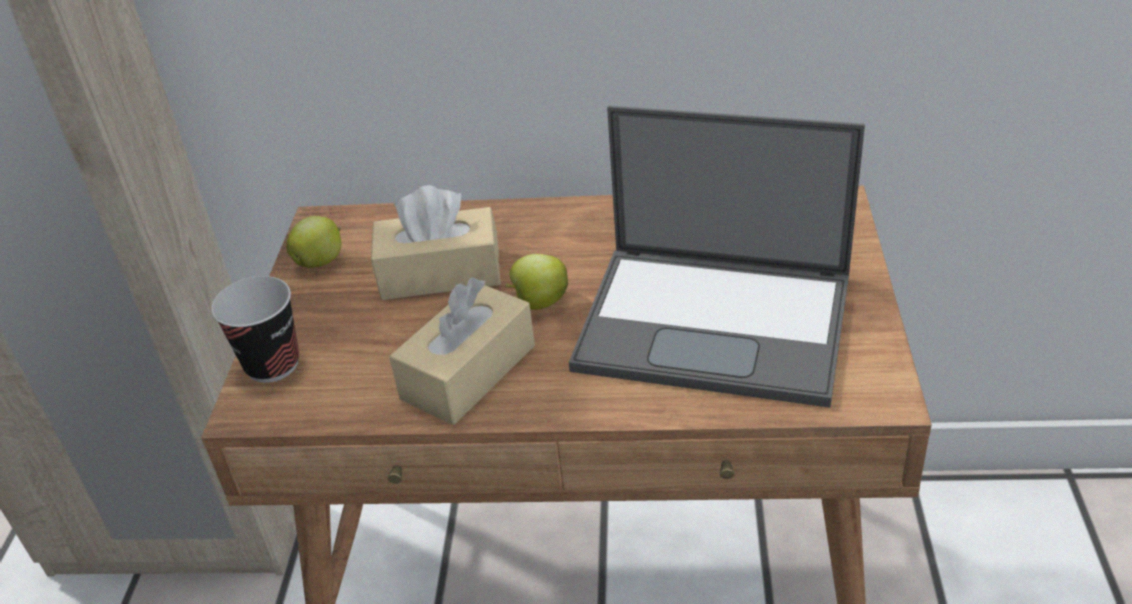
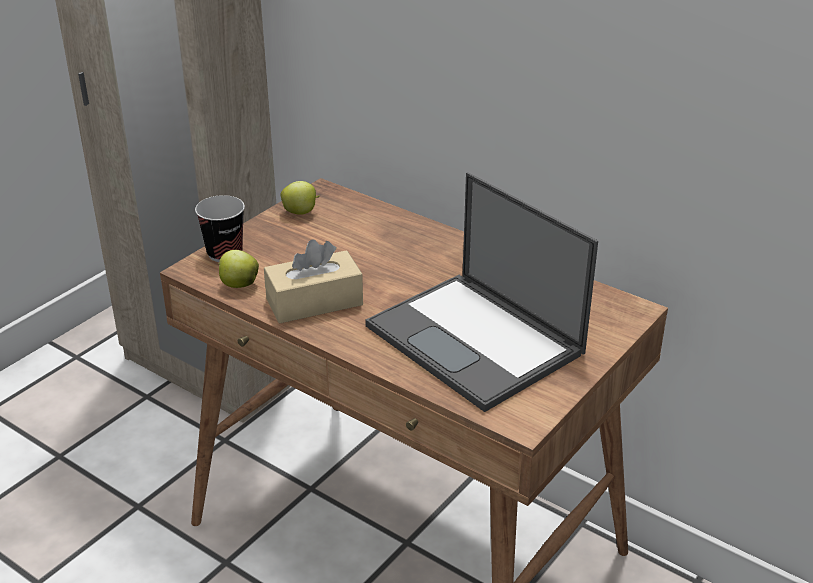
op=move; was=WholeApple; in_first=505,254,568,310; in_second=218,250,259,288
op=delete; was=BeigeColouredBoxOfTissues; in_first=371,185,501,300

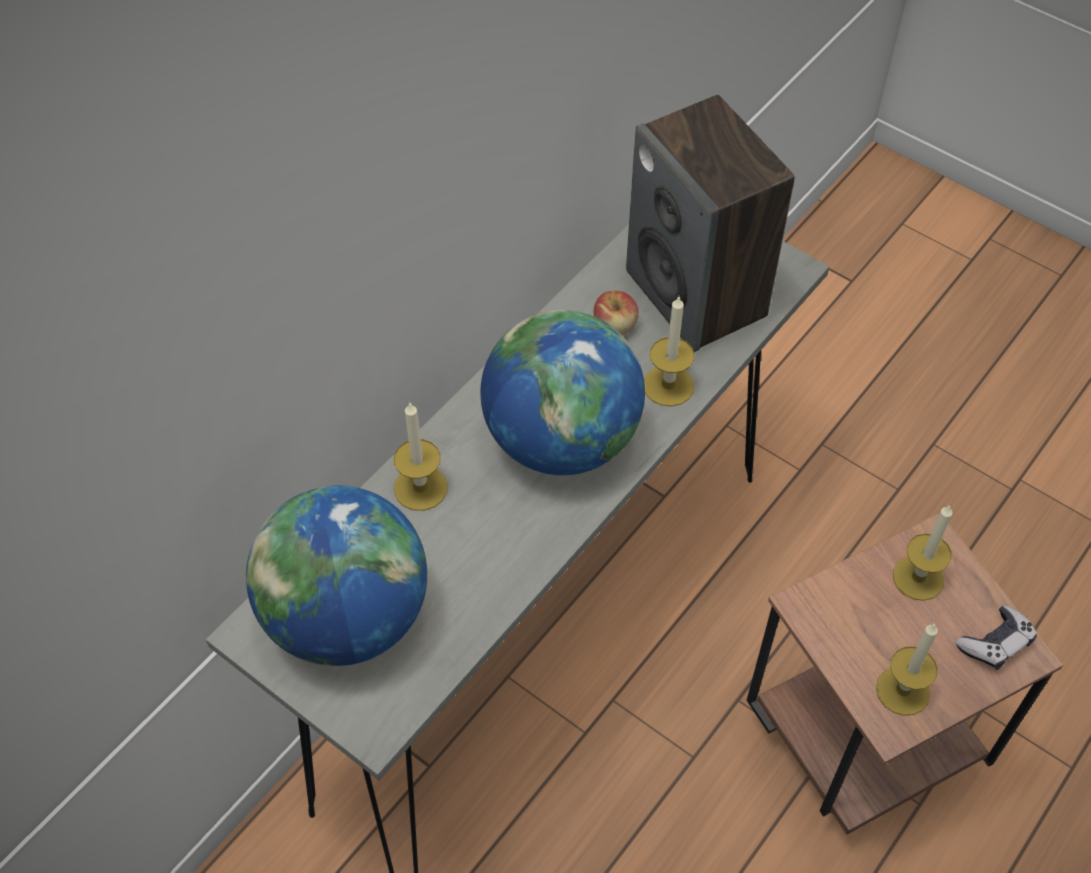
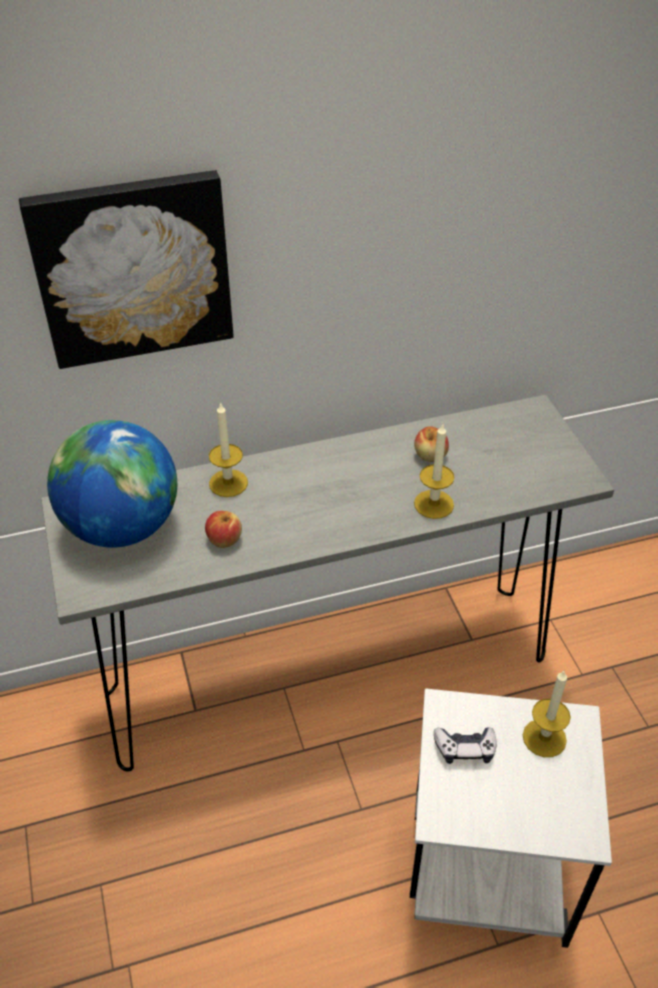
op=insert; now=WallPicture; in_second=19,170,234,369
op=insert; now=WholeApple; in_second=205,511,242,548
op=recolor; was=BrownColouredAccentTable; now=WhiteAccentTable; in_first=747,513,1063,834; in_second=410,689,612,948
op=move; was=Joypad; in_first=956,605,1037,670; in_second=434,727,497,764
op=delete; was=WorldGlobe; in_first=480,310,645,475
op=delete; was=AudioSpeaker; in_first=626,95,795,352
op=delete; was=WaxCandle; in_first=876,623,938,716

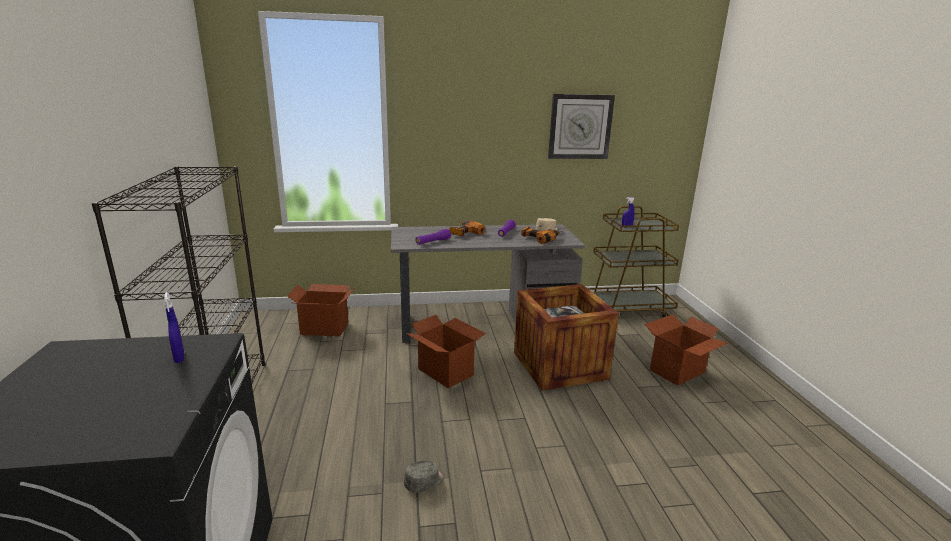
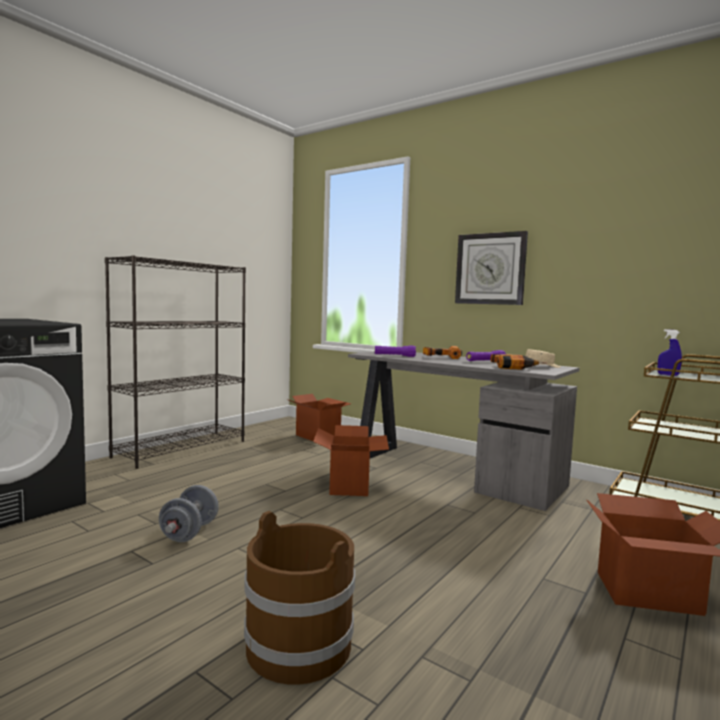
op=replace; was=GrayBaseballCap; now=GrayDumbbell; in_first=404,461,445,493; in_second=159,485,219,542
op=insert; now=BrownColouredWaterBucket; in_second=244,511,355,685
op=move; was=ClockOnTheWall; in_first=548,94,615,159; in_second=455,231,528,305
op=delete; was=BlueSprayBottle; in_first=164,292,184,363
op=delete; was=Crate; in_first=514,284,619,391

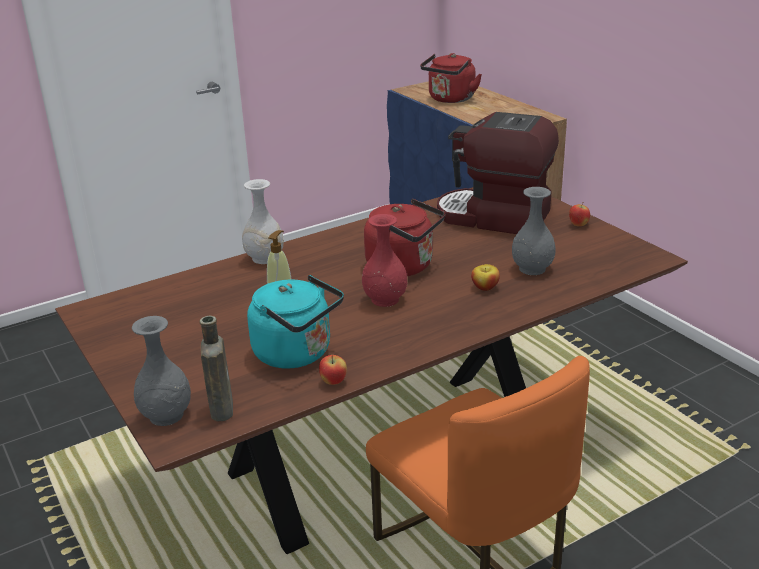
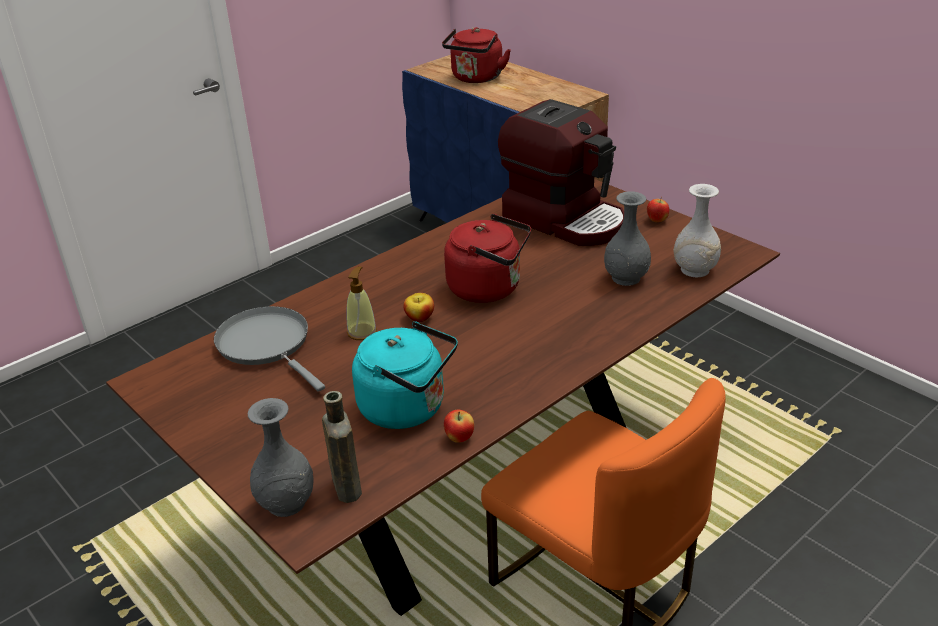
op=insert; now=GrayFryingPan; in_second=214,306,325,392
op=move; was=WholeApple; in_first=471,264,500,291; in_second=403,293,434,322
op=rotate; was=CoffeeBrewer; in_first=437,112,559,234; in_second=498,99,624,246; clockwise=-150
op=move; was=WhiteDecorativeVase; in_first=242,179,284,264; in_second=674,184,721,277
op=delete; was=RedColouredDecorativeVase; in_first=362,214,407,307

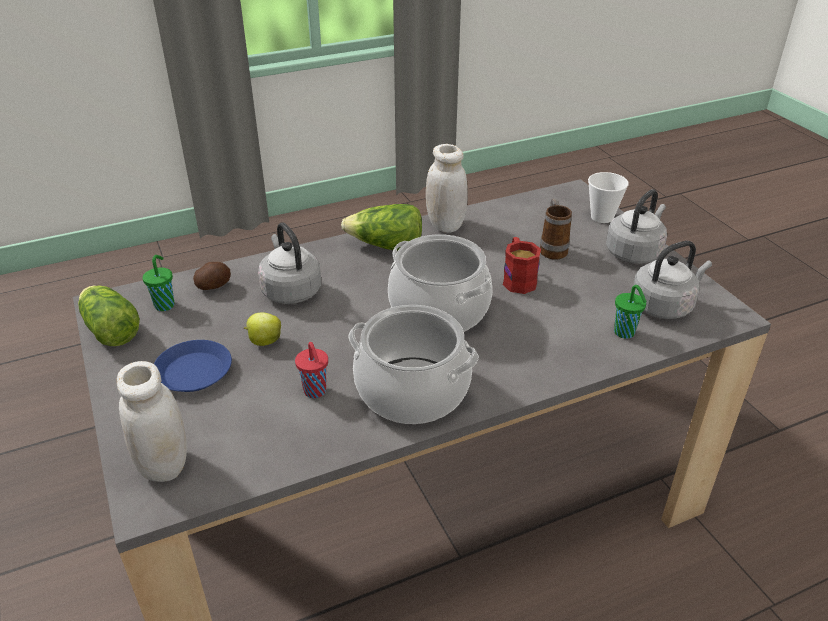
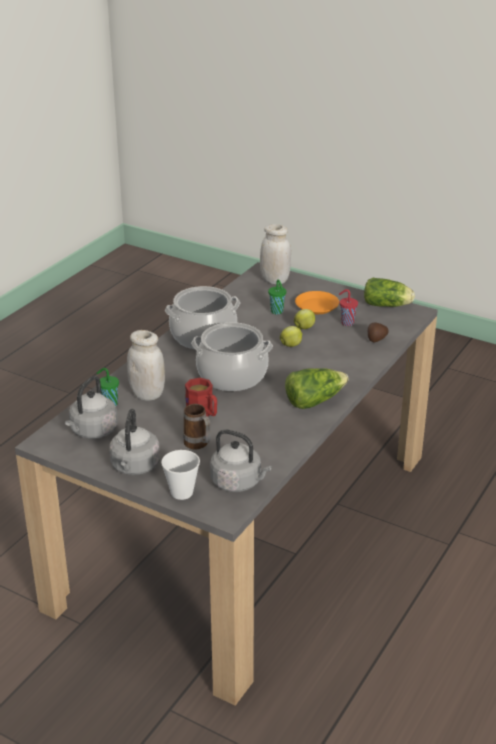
op=move; was=WhiteStorageJar; in_first=426,144,468,232; in_second=127,330,165,401
op=move; was=GrayKettle; in_first=258,222,321,304; in_second=210,429,271,492
op=move; was=GreenColouredDrinkingCup; in_first=143,255,175,311; in_second=268,280,286,314
op=insert; now=WholeApple; in_second=280,326,303,347
op=recolor; was=BlueFlatDish; now=OrangeColouredFlatDish; in_first=154,340,232,392; in_second=295,291,339,314
op=move; was=RedColouredDrinkingCup; in_first=295,342,328,398; in_second=339,289,358,326

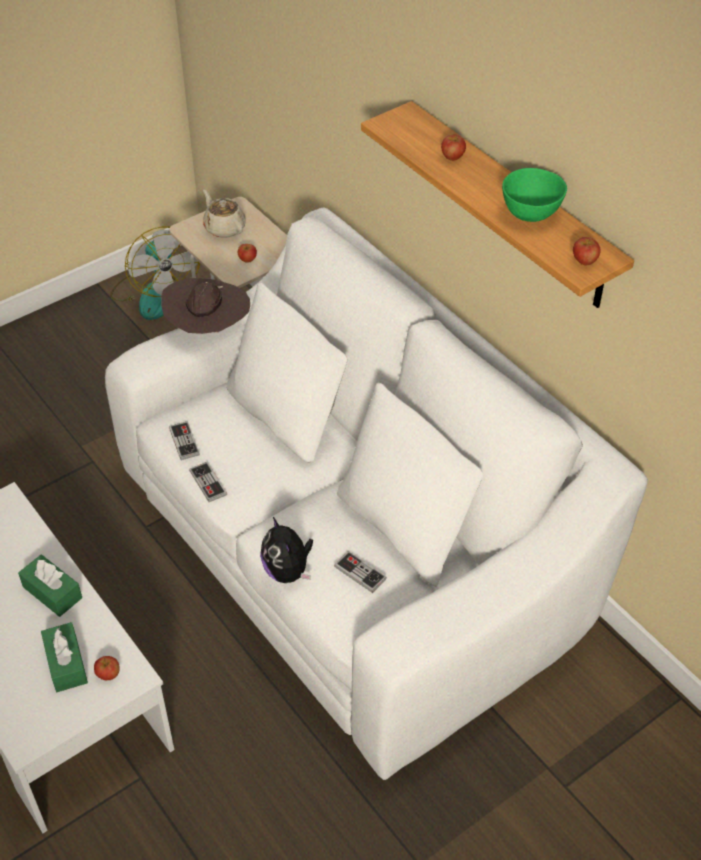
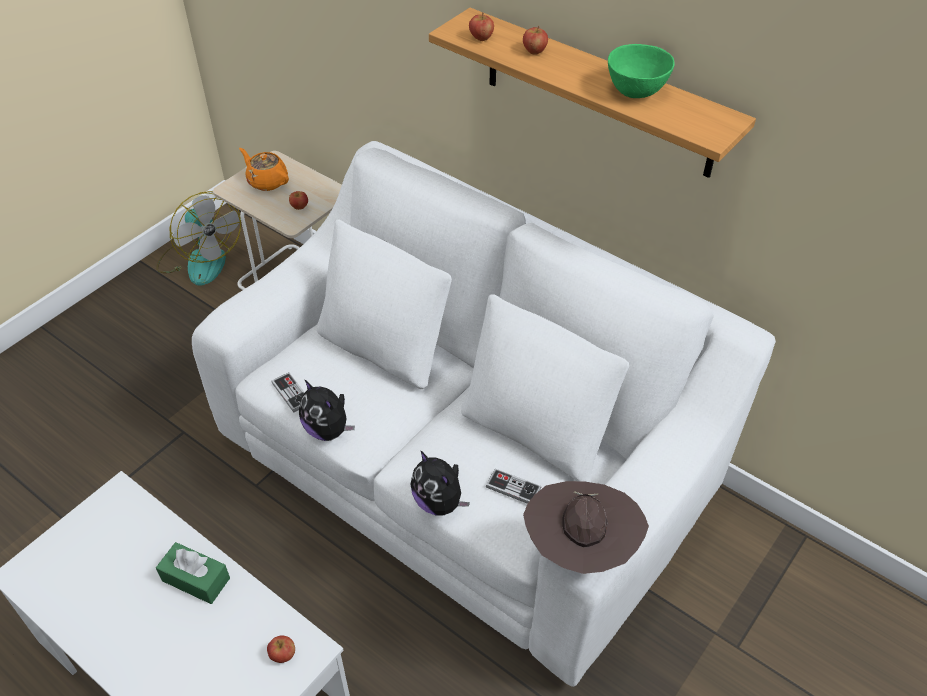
op=recolor; was=BeigeColouredTeapot; now=OrangeColouredTeapot; in_first=203,190,246,238; in_second=239,148,289,191
op=replace; was=Joypad; now=SoftToy; in_first=189,462,227,502; in_second=299,380,355,441
op=move; was=WholeApple; in_first=573,237,601,265; in_second=469,12,494,41
op=move; was=BrownColouredClothingHat; in_first=161,278,250,334; in_second=523,481,649,574
op=delete; was=GreenColouredBoxOfTissues; in_first=41,622,88,692

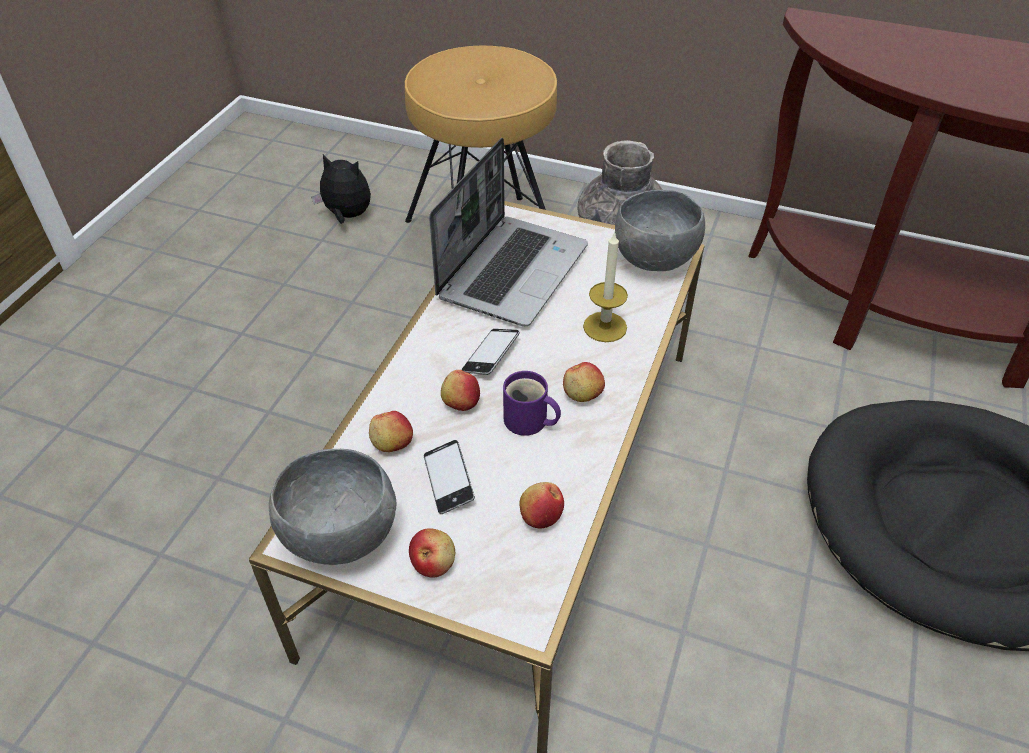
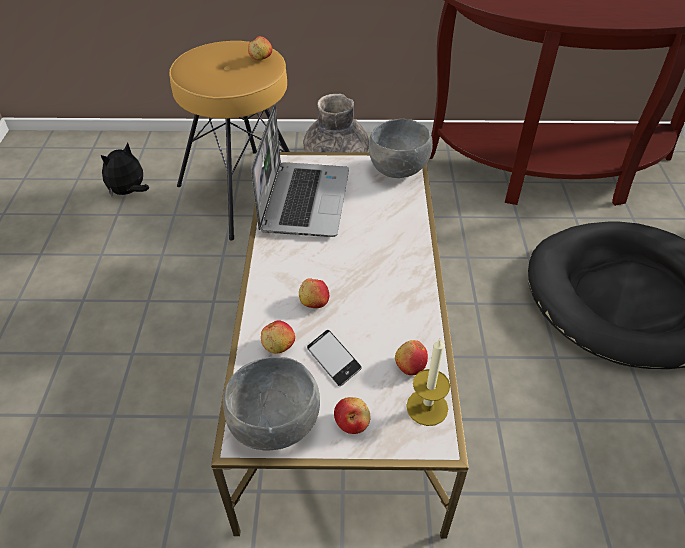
op=rotate; was=SoftToy; in_first=311,154,371,224; in_second=101,142,149,196; clockwise=-45
op=move; was=WholeApple; in_first=563,362,605,402; in_second=248,36,272,60
op=move; was=WaxCandle; in_first=583,232,628,342; in_second=406,339,450,426
op=delete; was=Telephone; in_first=462,329,520,375
op=delete; was=PurpleColouredMug; in_first=503,371,561,436

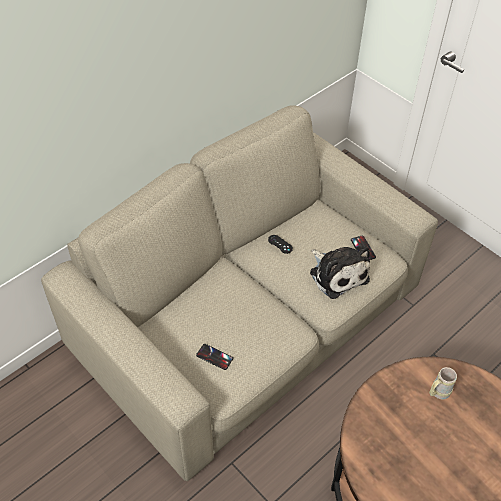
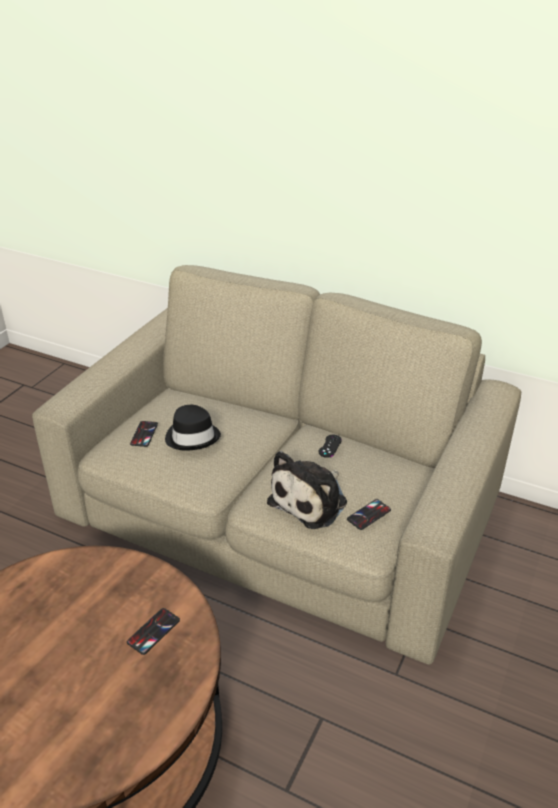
op=replace; was=BeigeColouredMug; now=Telephone; in_first=429,367,457,400; in_second=127,608,180,655
op=insert; now=BlackClothingHat; in_second=165,405,221,451

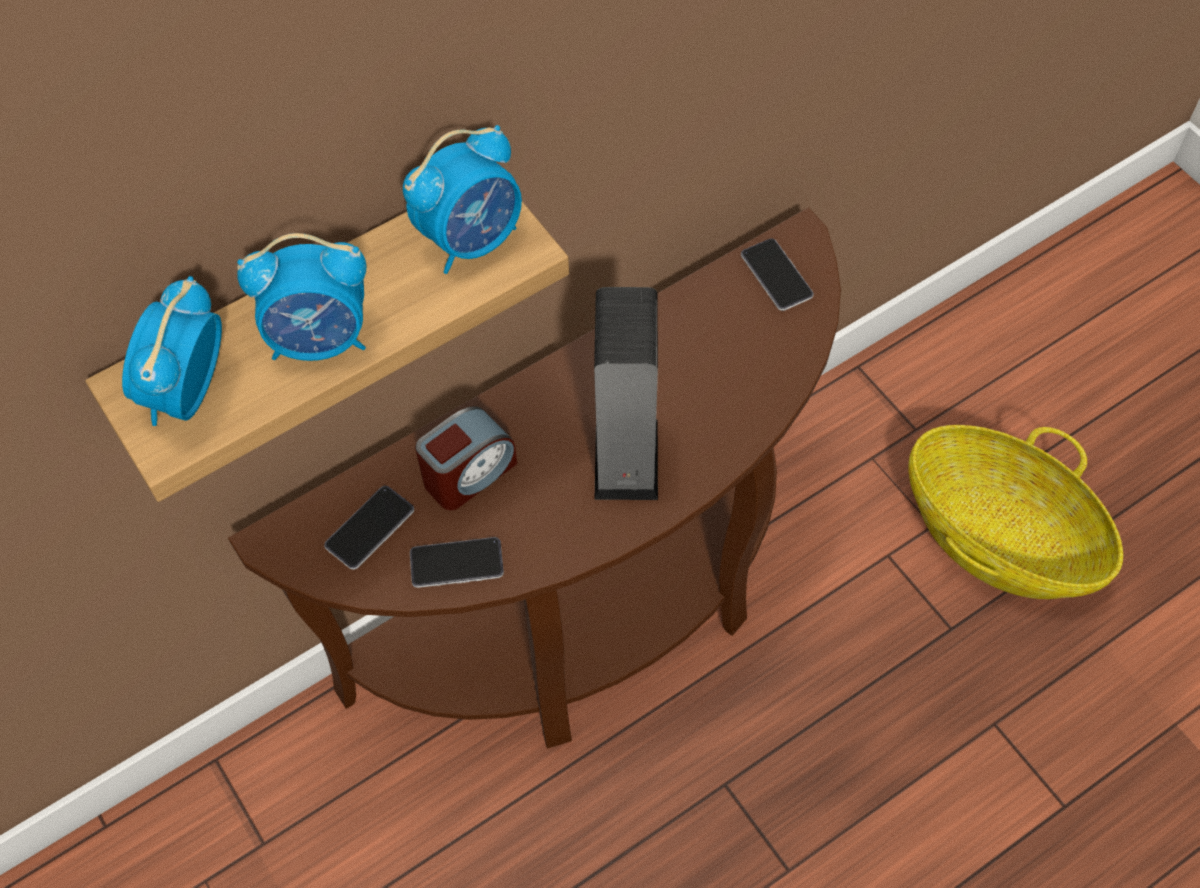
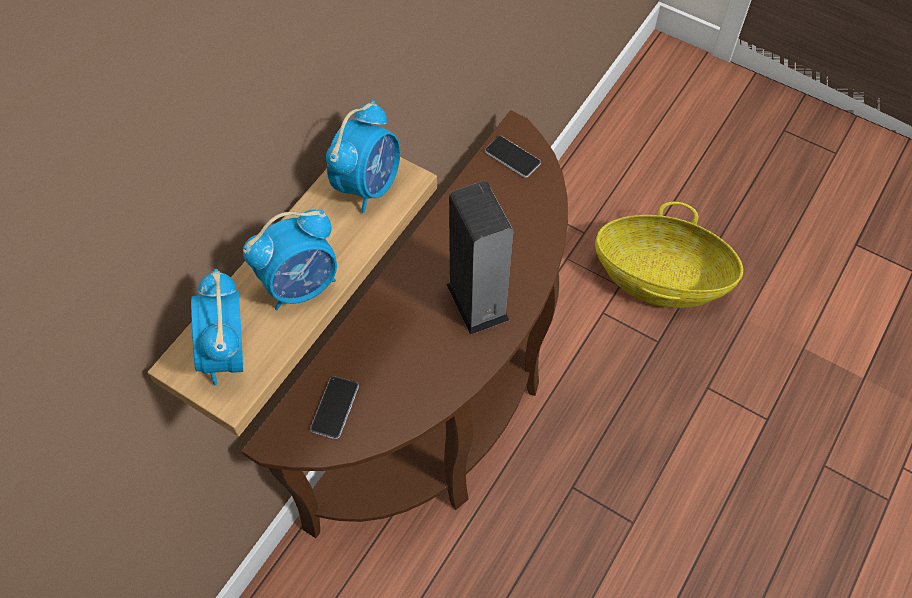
op=delete; was=Telephone; in_first=410,537,504,588
op=delete; was=AlarmClock; in_first=415,406,517,510

